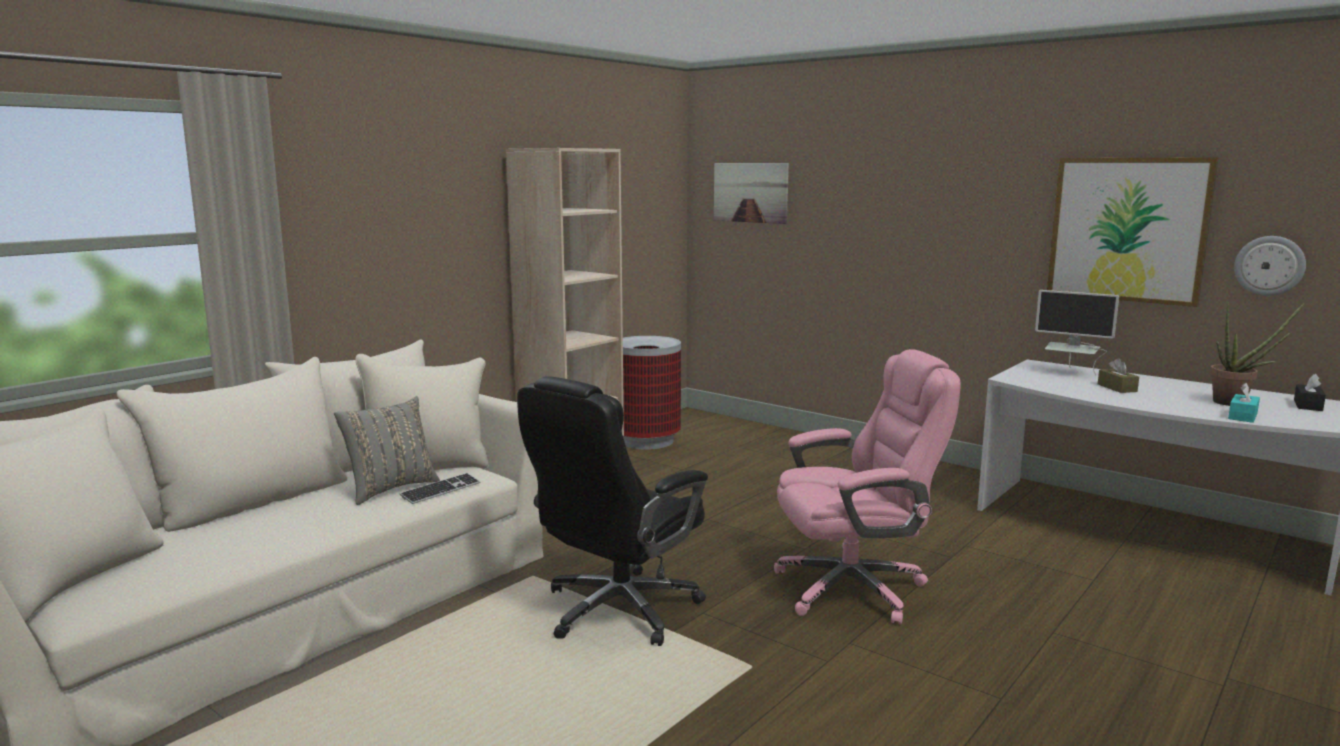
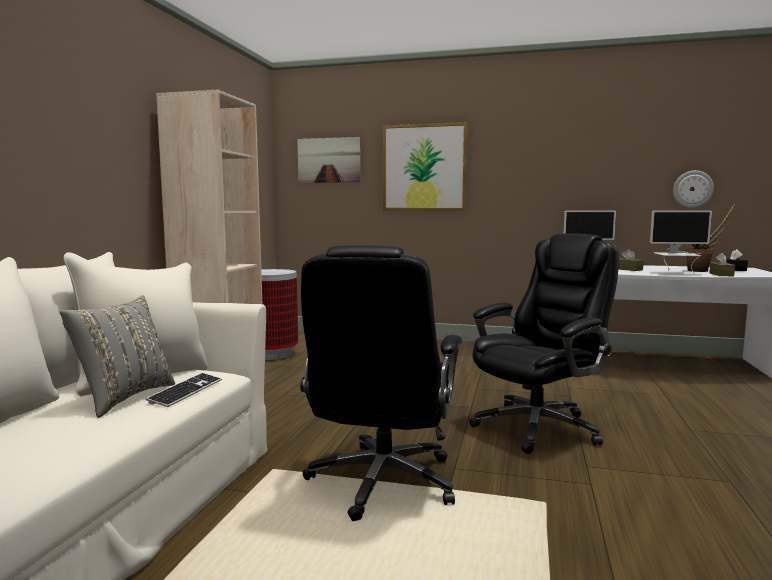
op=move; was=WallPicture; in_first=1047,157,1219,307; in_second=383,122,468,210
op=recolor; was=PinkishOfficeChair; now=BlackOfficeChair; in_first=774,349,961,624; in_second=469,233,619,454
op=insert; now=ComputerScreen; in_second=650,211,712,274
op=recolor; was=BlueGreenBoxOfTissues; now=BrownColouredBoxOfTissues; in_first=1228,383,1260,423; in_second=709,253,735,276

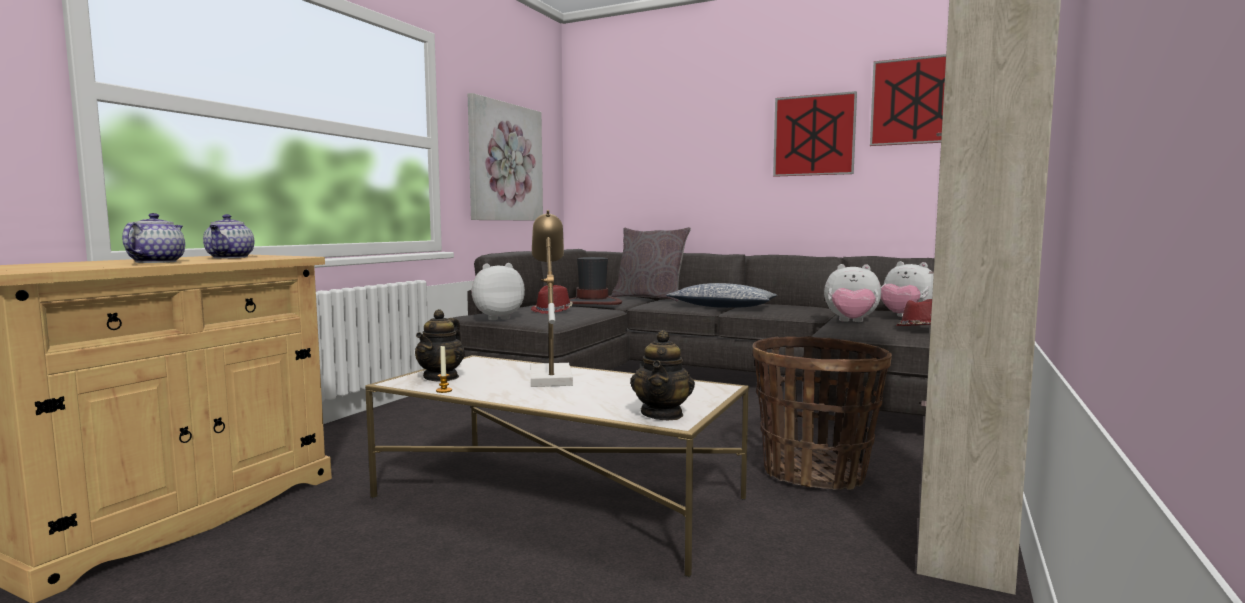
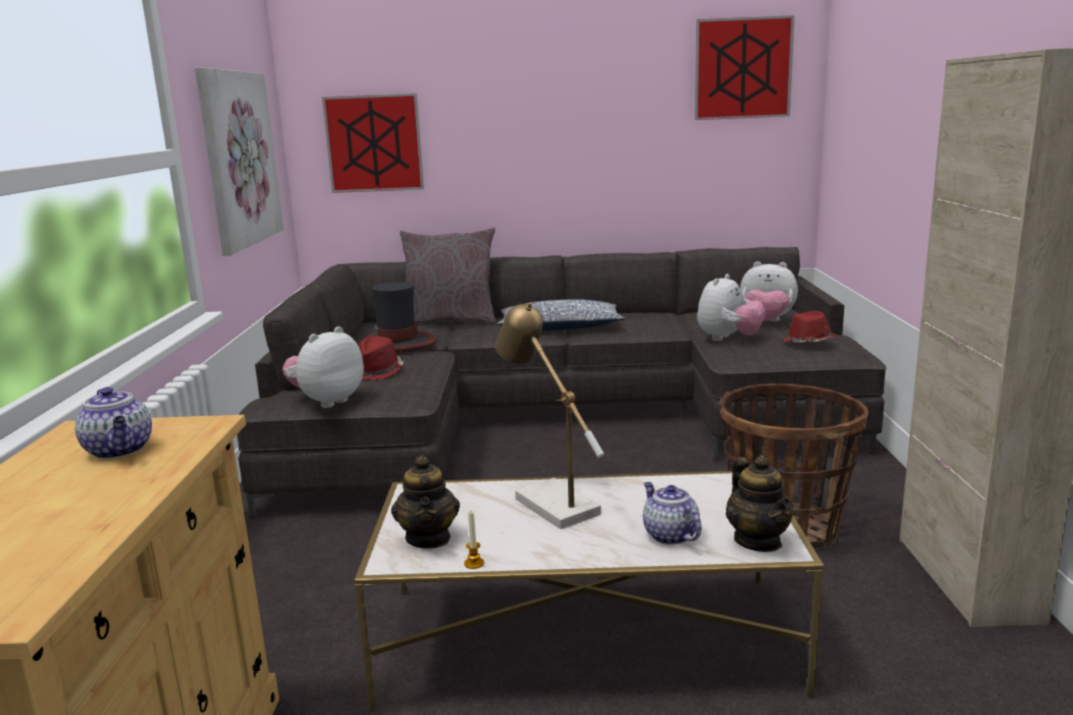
op=move; was=WallPicture; in_first=773,91,857,177; in_second=322,93,424,193
op=move; was=Teapot; in_first=122,213,185,263; in_second=643,482,702,545
op=rotate; was=SoftToy; in_first=824,264,881,322; in_second=697,274,765,341; clockwise=-45

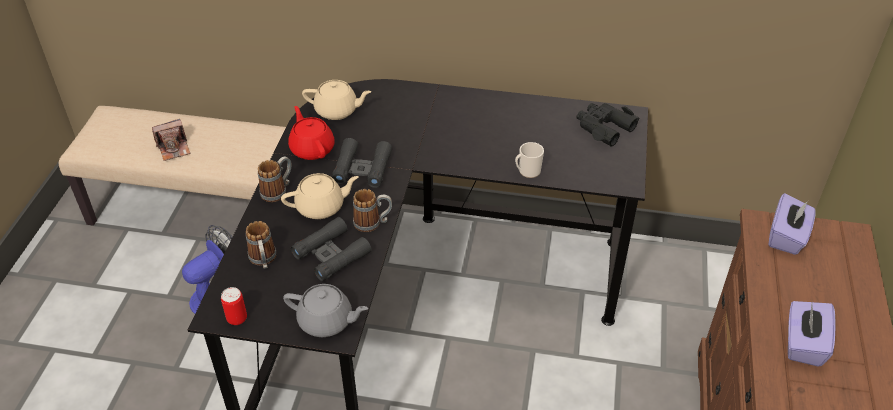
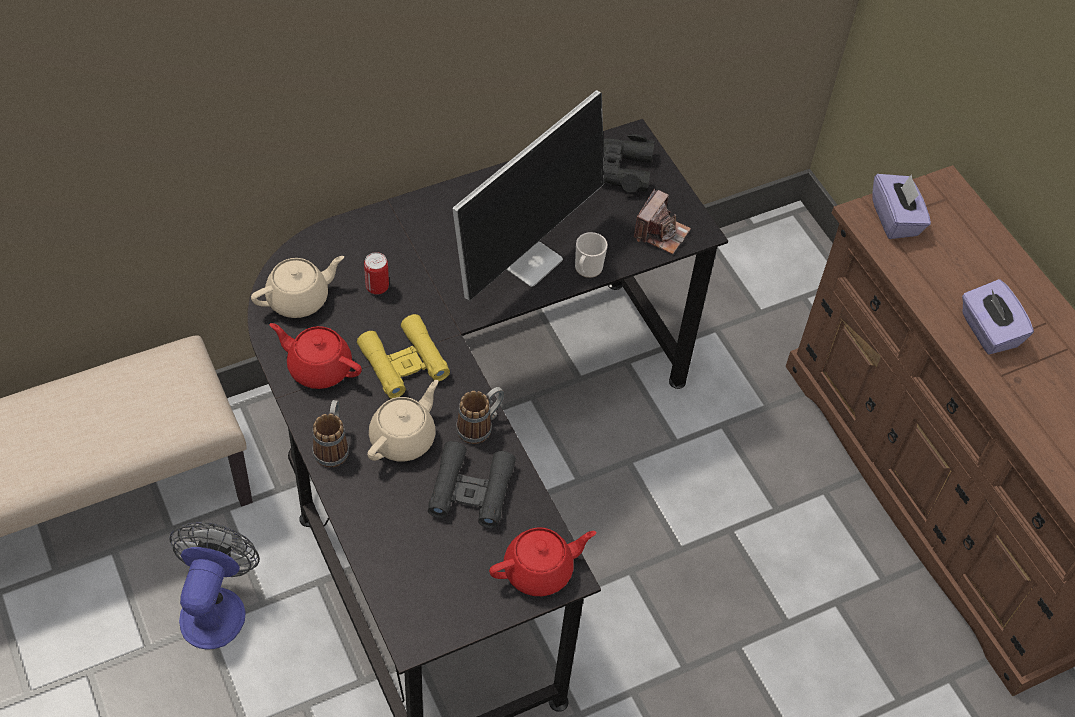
op=recolor; was=BlackBinoculars; now=YellowColouredBinoculars; in_first=332,138,392,188; in_second=357,314,450,399
op=move; was=Can; in_first=221,287,247,325; in_second=364,252,389,295
op=insert; now=ComputerScreen; in_second=452,90,604,301
op=recolor; was=GrayTeapot; now=RedColouredTeapot; in_first=283,284,368,337; in_second=489,527,596,596
op=move; was=StillCamera; in_first=152,119,190,161; in_second=634,189,691,254
op=delete; was=Mug; in_first=246,221,276,269

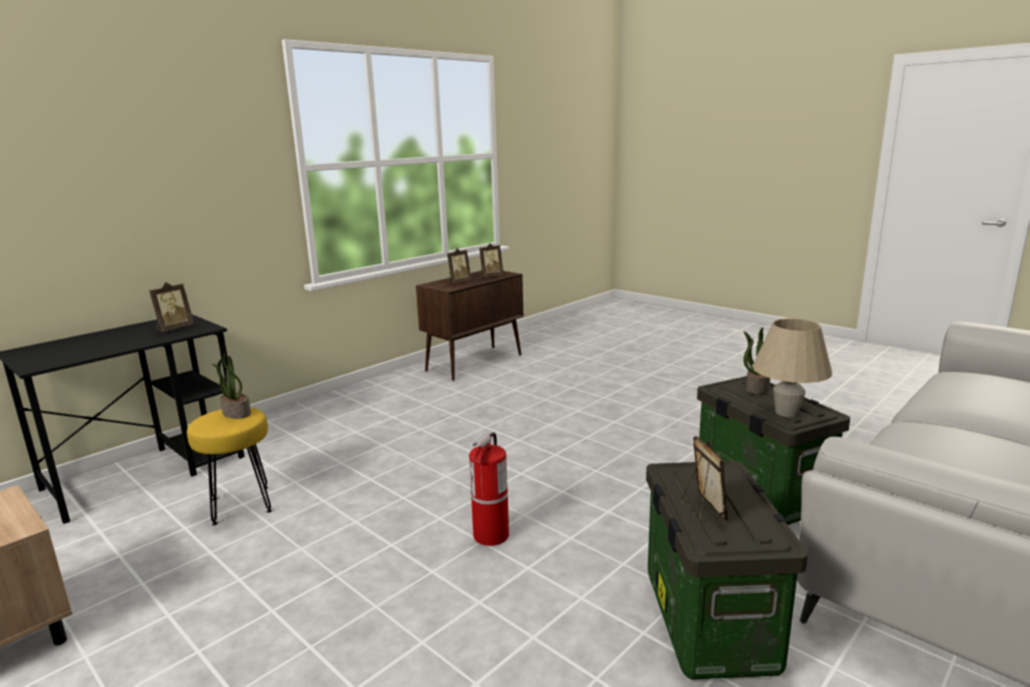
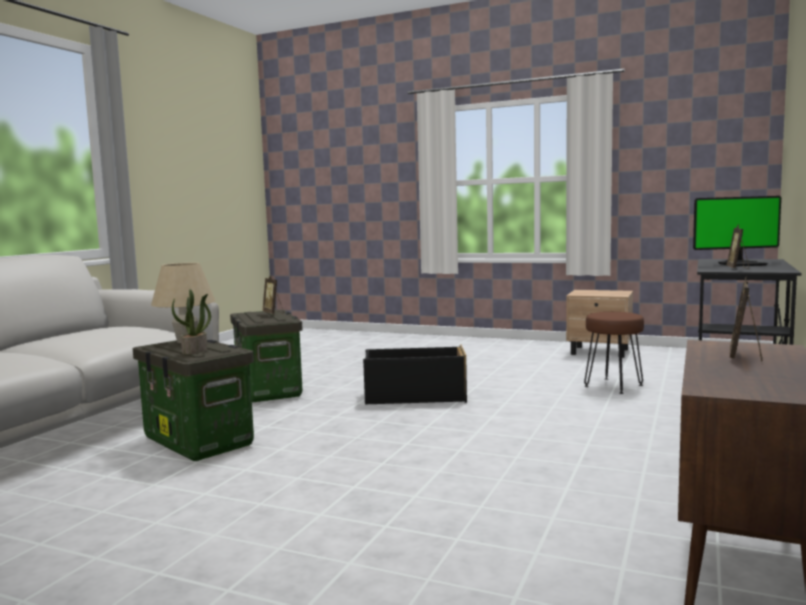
op=replace; was=FireFightingCylinder; now=BlackStorageBox; in_first=469,432,509,546; in_second=363,345,467,404
op=recolor; was=YellowColouredSittingStool; now=BrownColouredSittingStool; in_first=187,408,272,525; in_second=584,312,644,394
op=insert; now=ComputerScreen; in_second=693,196,781,266
op=delete; was=PlantInAPot; in_first=212,354,251,419
op=delete; was=PhotoFrame; in_first=479,243,503,277

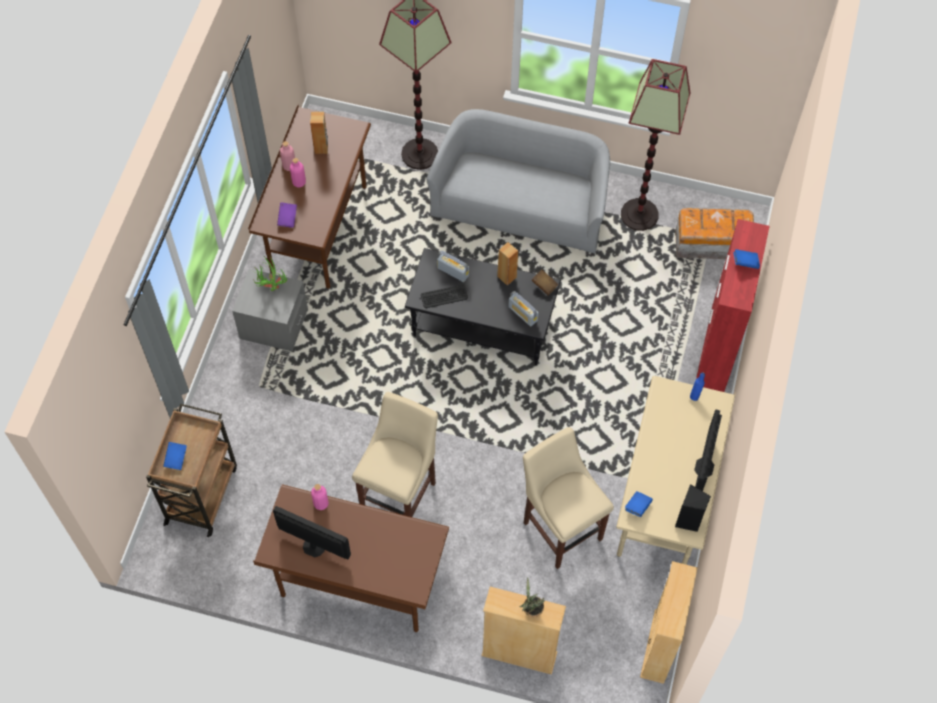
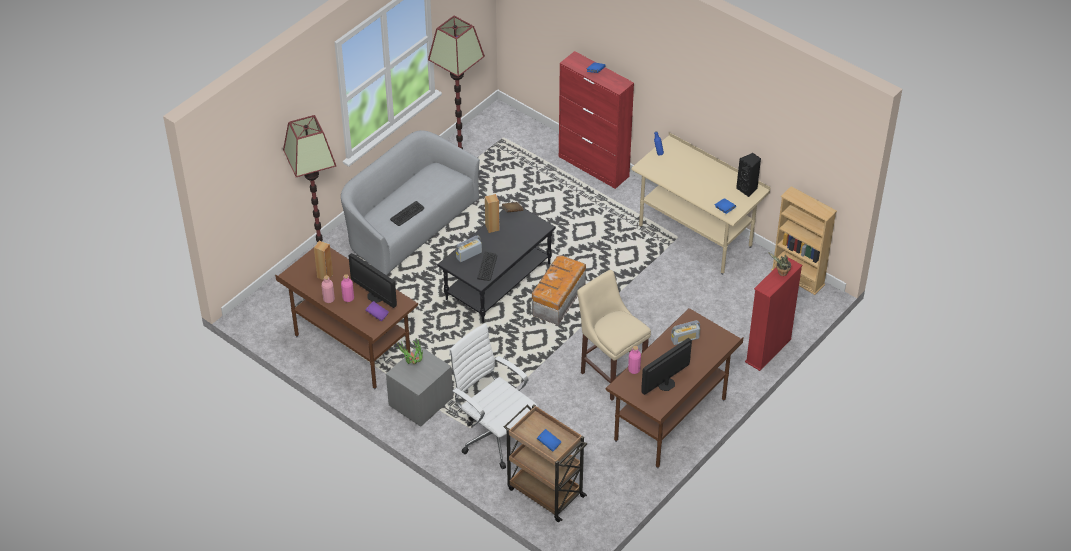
op=move; was=ComputerScreen; in_first=694,409,722,491; in_second=349,253,397,308
op=insert; now=Keyboard; in_second=390,201,424,226
op=insert; now=WhiteOfficeChair; in_second=449,323,538,469
op=move; was=StorageBox; in_first=675,208,754,259; in_second=532,255,586,325
op=move; was=RadioSet; in_first=508,291,539,326; in_second=671,320,700,345
op=recolor; was=BeigeColouredBookshelf; now=RedColouredBookshelf; in_first=481,587,566,675; in_second=745,257,803,371
op=delete; was=BeigeColouredSittingStool; in_first=523,427,614,569

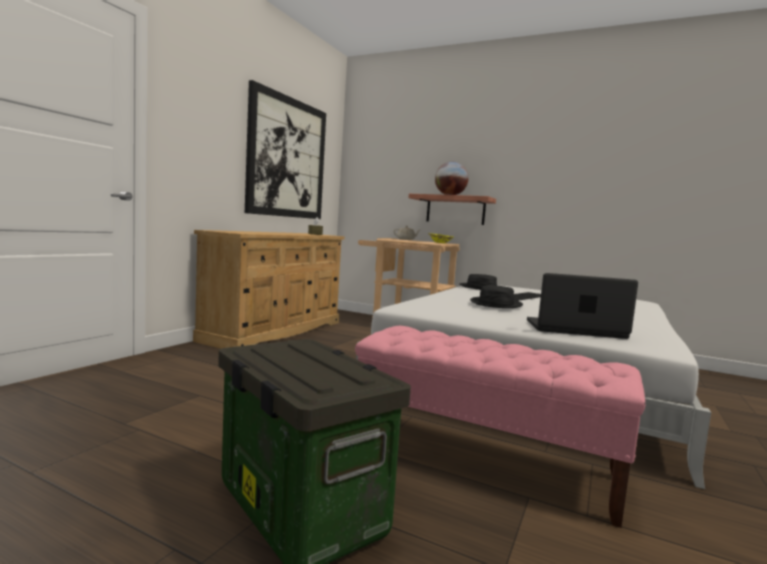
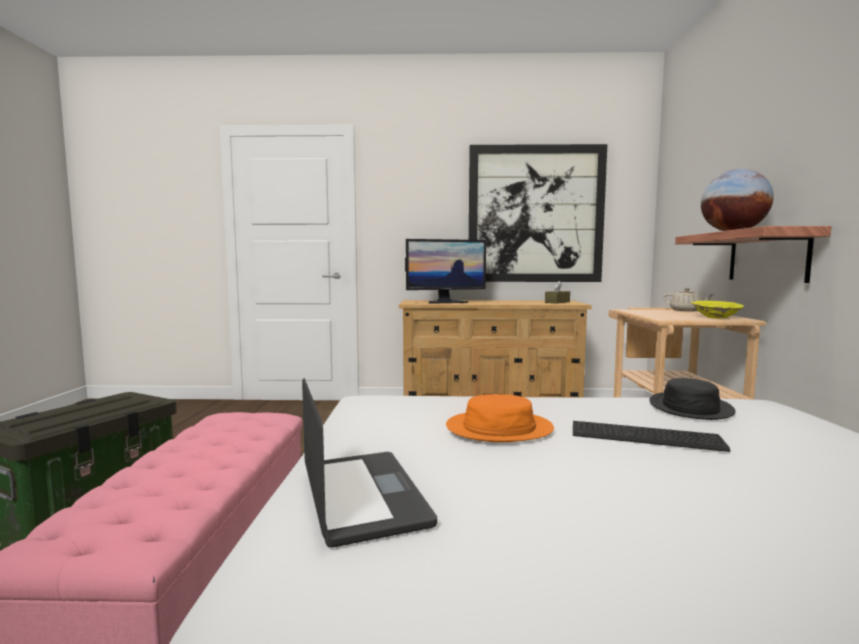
op=insert; now=ComputerScreen; in_second=405,239,486,304
op=recolor; was=BlackClothingHat; now=OrangeColouredClothingHat; in_first=470,285,523,308; in_second=446,394,554,442

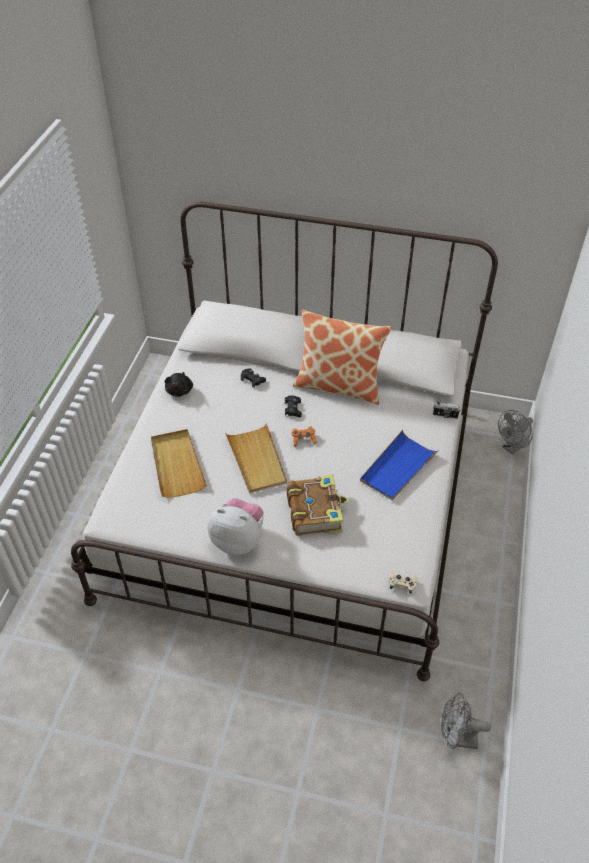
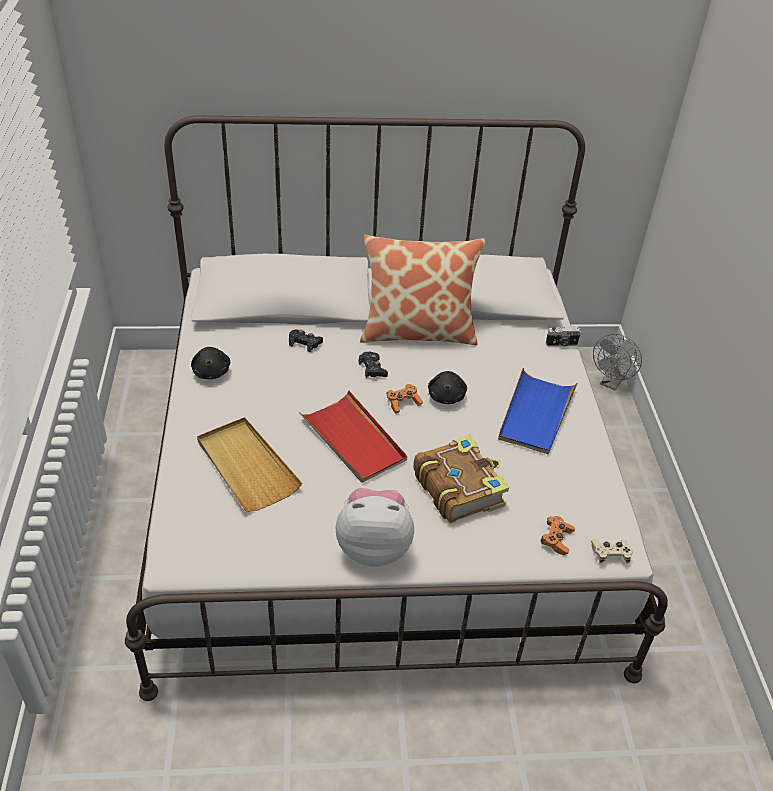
op=recolor; was=BeigeColouredCarryingTray; now=RedColouredCarryingTray; in_first=225,423,287,493; in_second=299,391,407,483
op=insert; now=BlackSoftToy; in_second=428,371,467,404
op=insert; now=OrangeColouredJoypad; in_second=541,516,575,556
op=delete; was=GrayFan; in_first=441,693,491,749

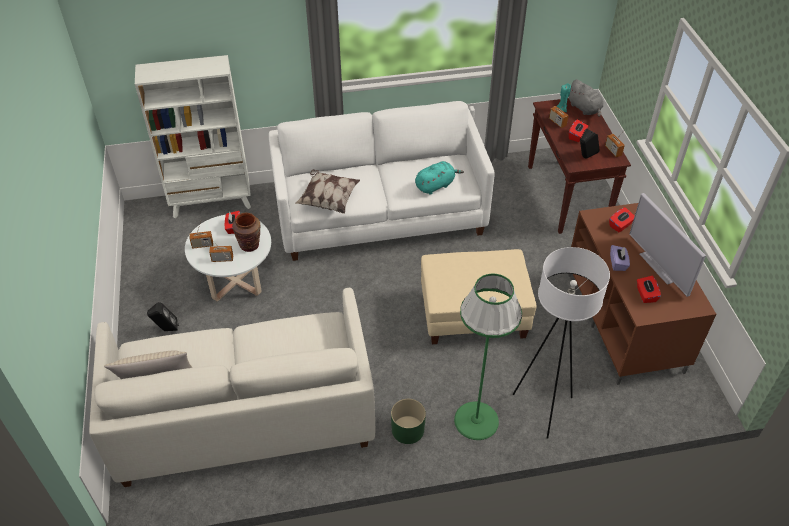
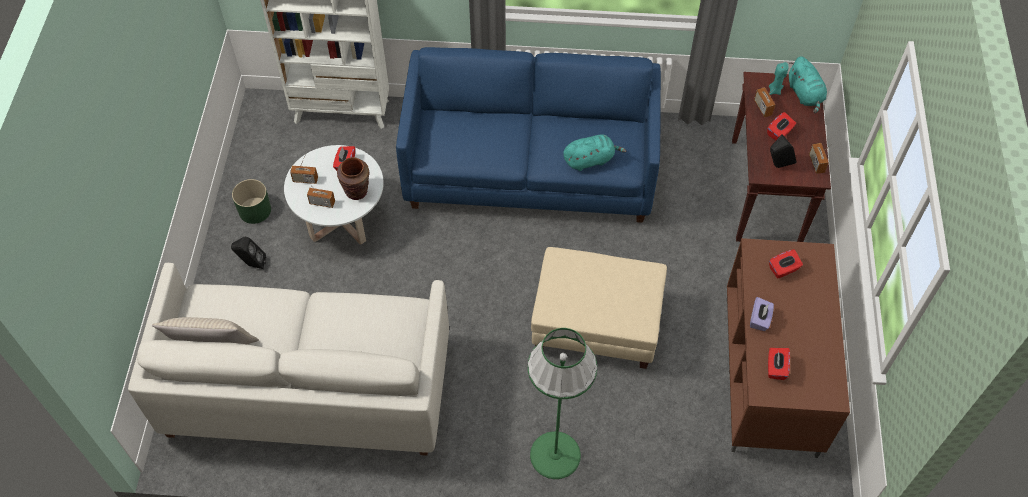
op=move; was=GreenColouredPlanter; in_first=391,399,426,444; in_second=232,179,271,224
op=recolor; was=WhiteSofa; now=BlueSofa; in_first=269,101,495,261; in_second=396,47,661,223
op=recolor; was=GraySoftToy; now=BlueGreenSoftToy; in_first=569,79,603,117; in_second=789,56,827,113
op=delete; was=Cushion; in_first=295,169,360,214
op=delete; was=WhiteStandardLamp; in_first=513,247,610,439
op=delete; was=TvSet; in_first=629,193,706,297

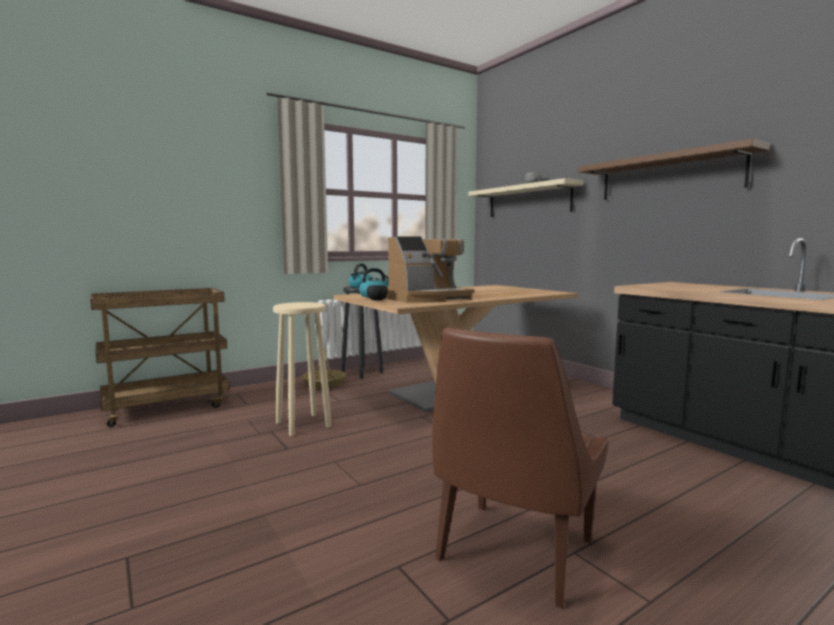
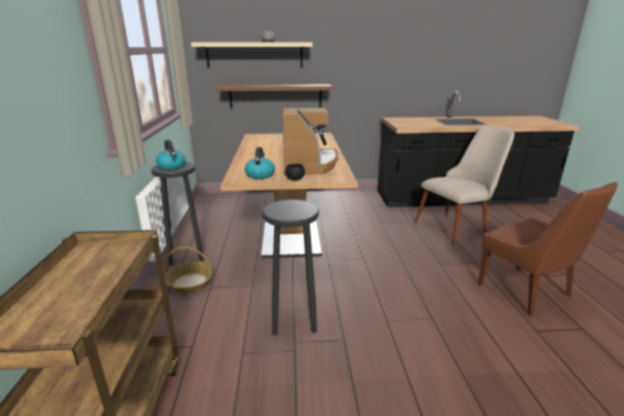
op=move; was=BrownColouredWallShelf; in_first=578,139,770,200; in_second=217,84,332,108
op=recolor; was=BeigeColouredSittingStool; now=BlackSittingStool; in_first=273,302,331,436; in_second=262,200,319,335
op=insert; now=BeigeColouredChair; in_second=414,125,514,245

